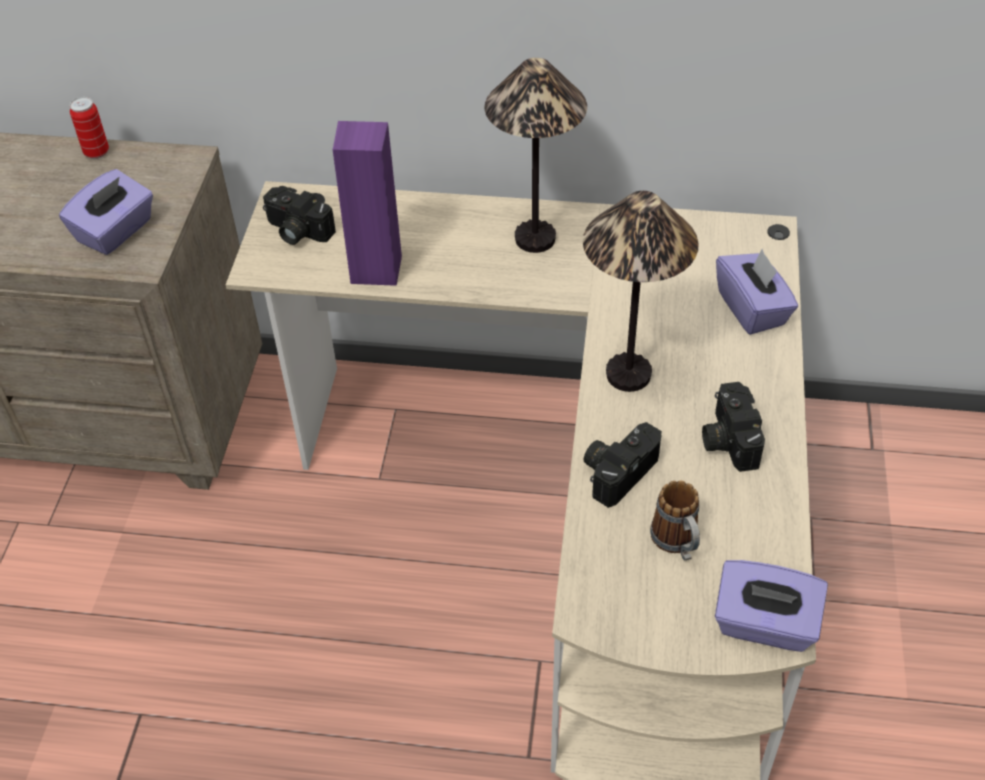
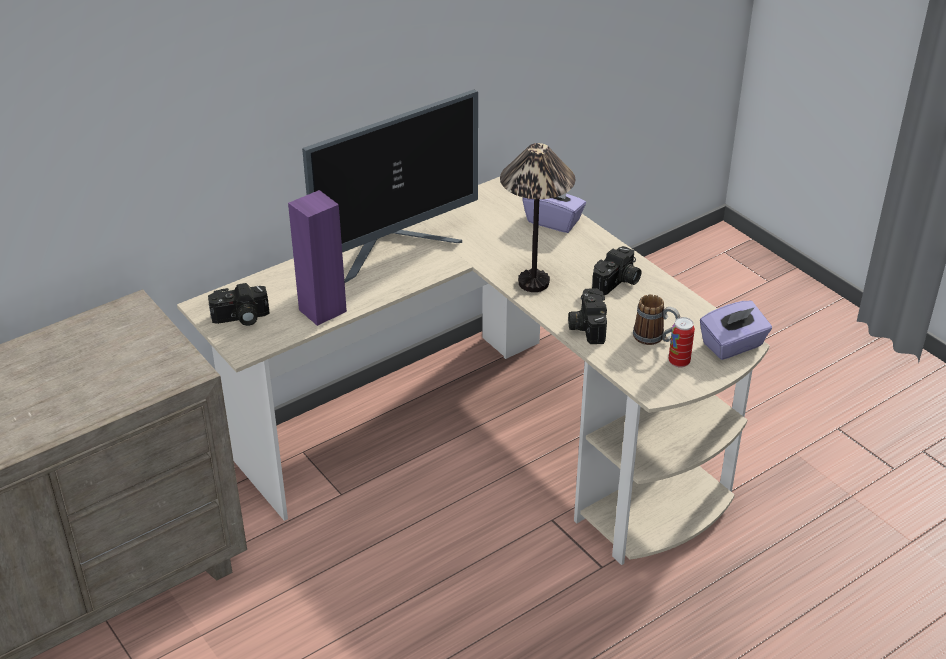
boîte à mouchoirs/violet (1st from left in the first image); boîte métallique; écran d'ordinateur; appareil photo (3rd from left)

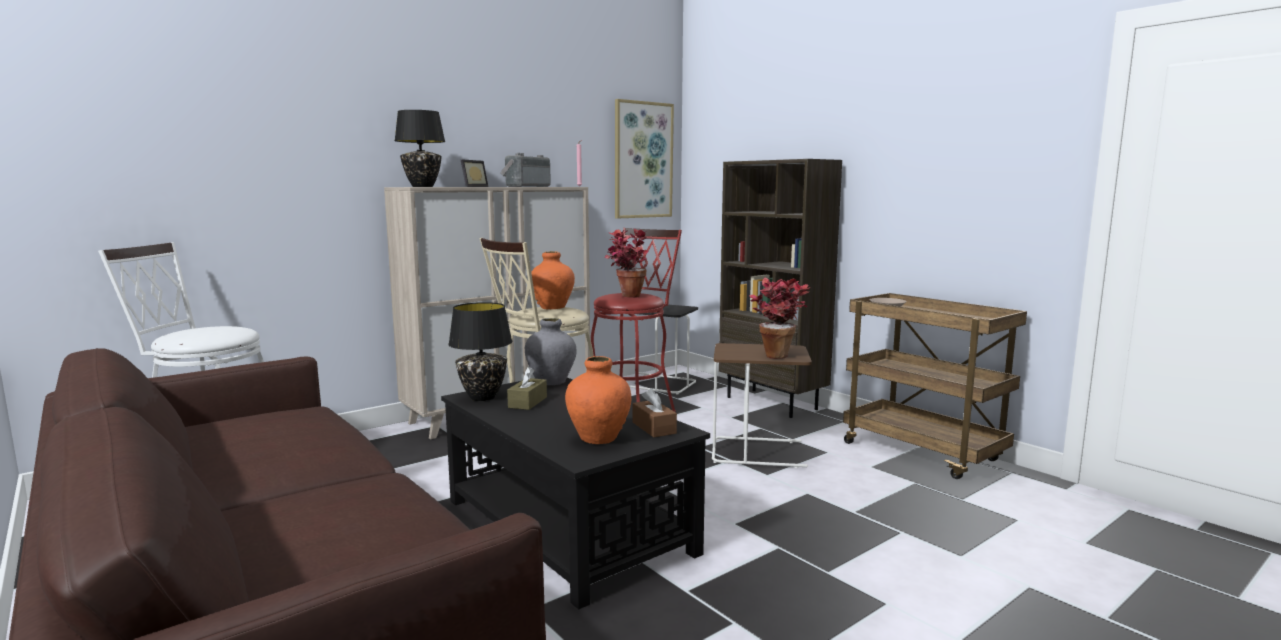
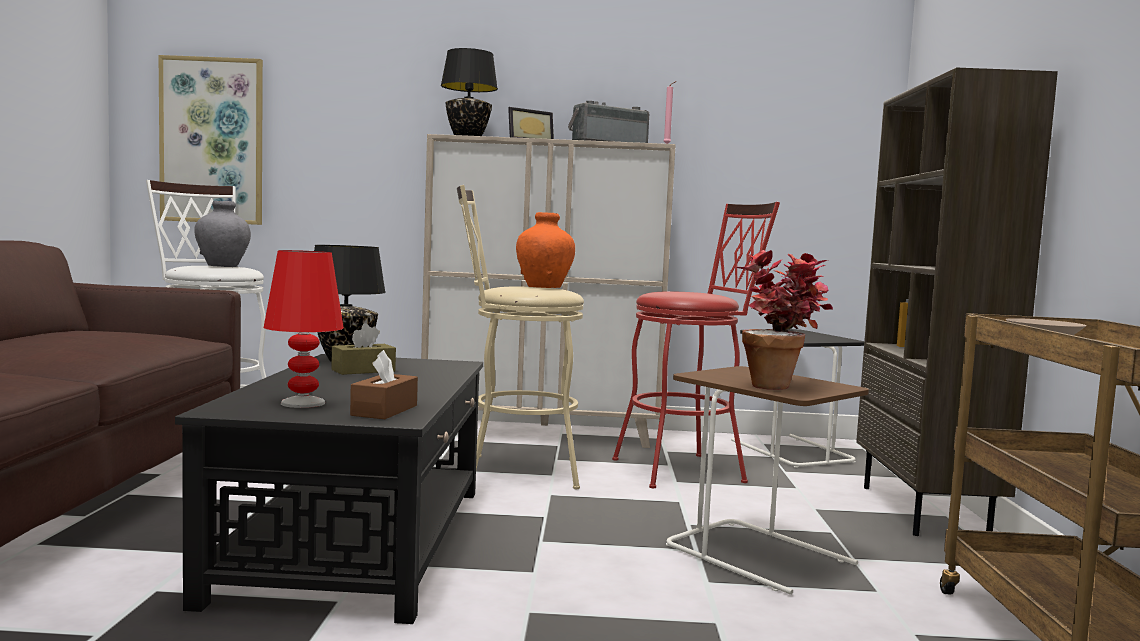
vase/gris; lampe de table/rouge; plante en pot (1st from left in the first image); tableau

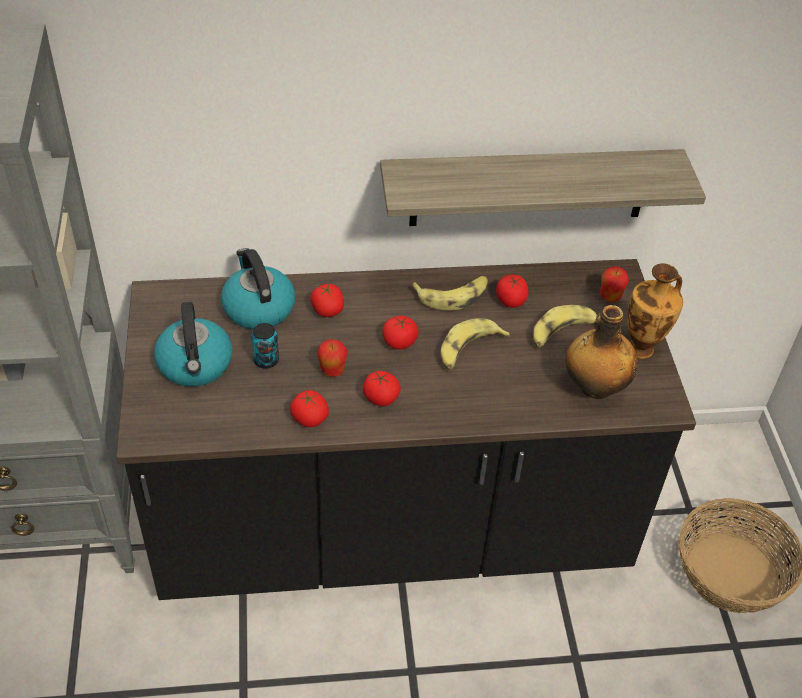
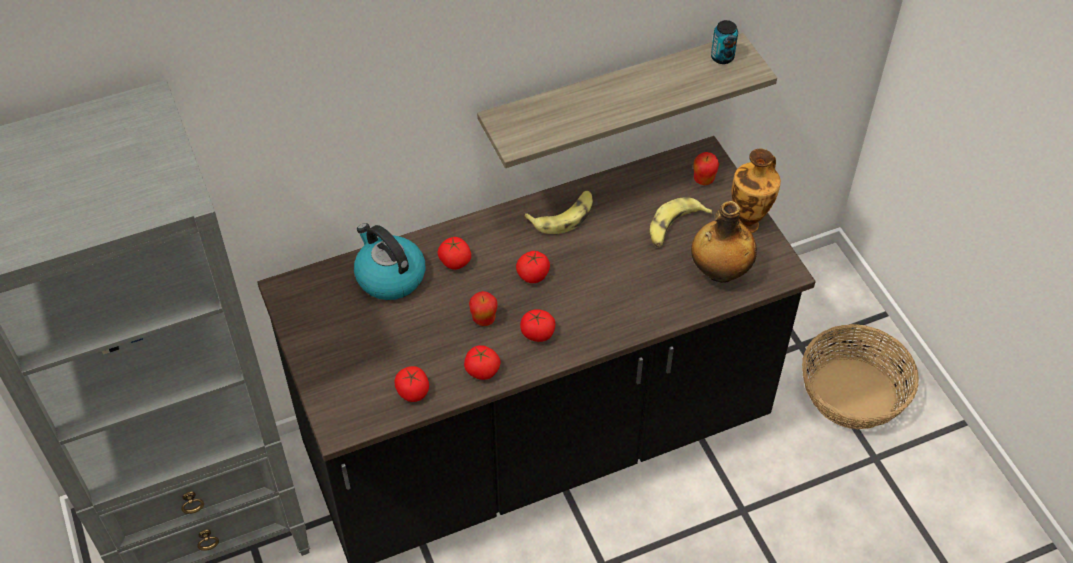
bouilloire (1st from left in the first image); boîte métallique; banane (2nd from left in the first image); tomate (1st from left)

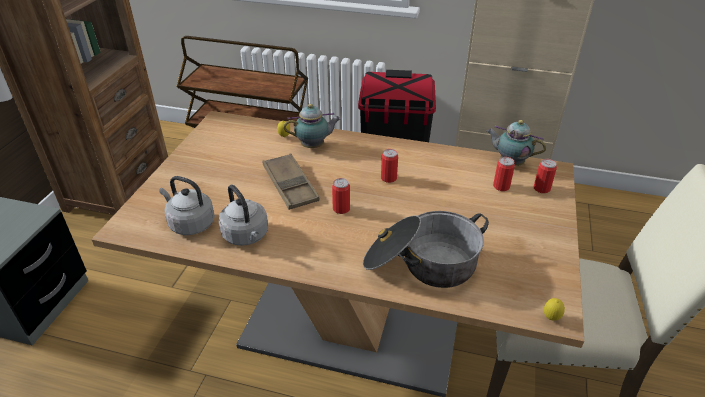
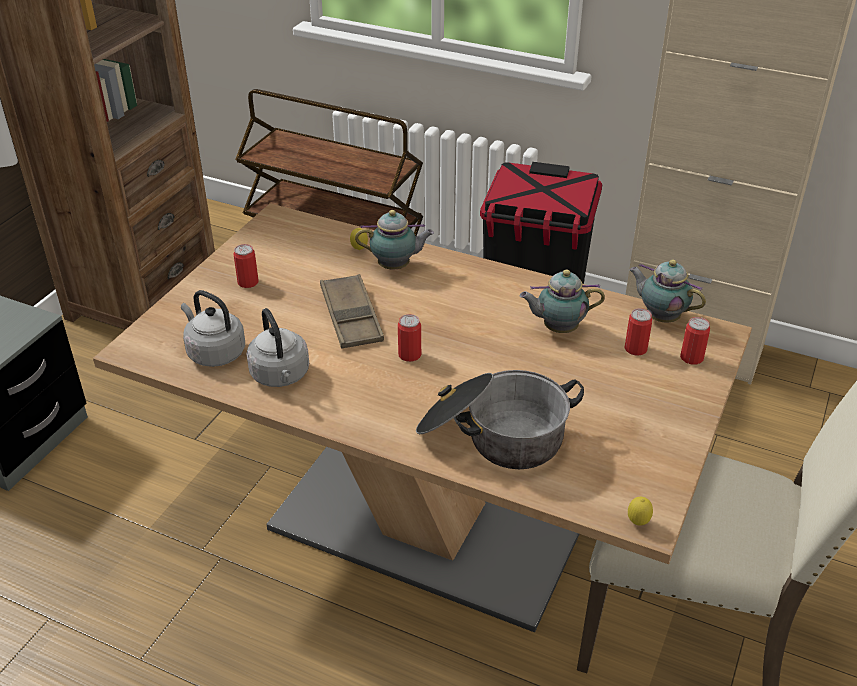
boîte métallique (1st from left); théière (2nd from left)

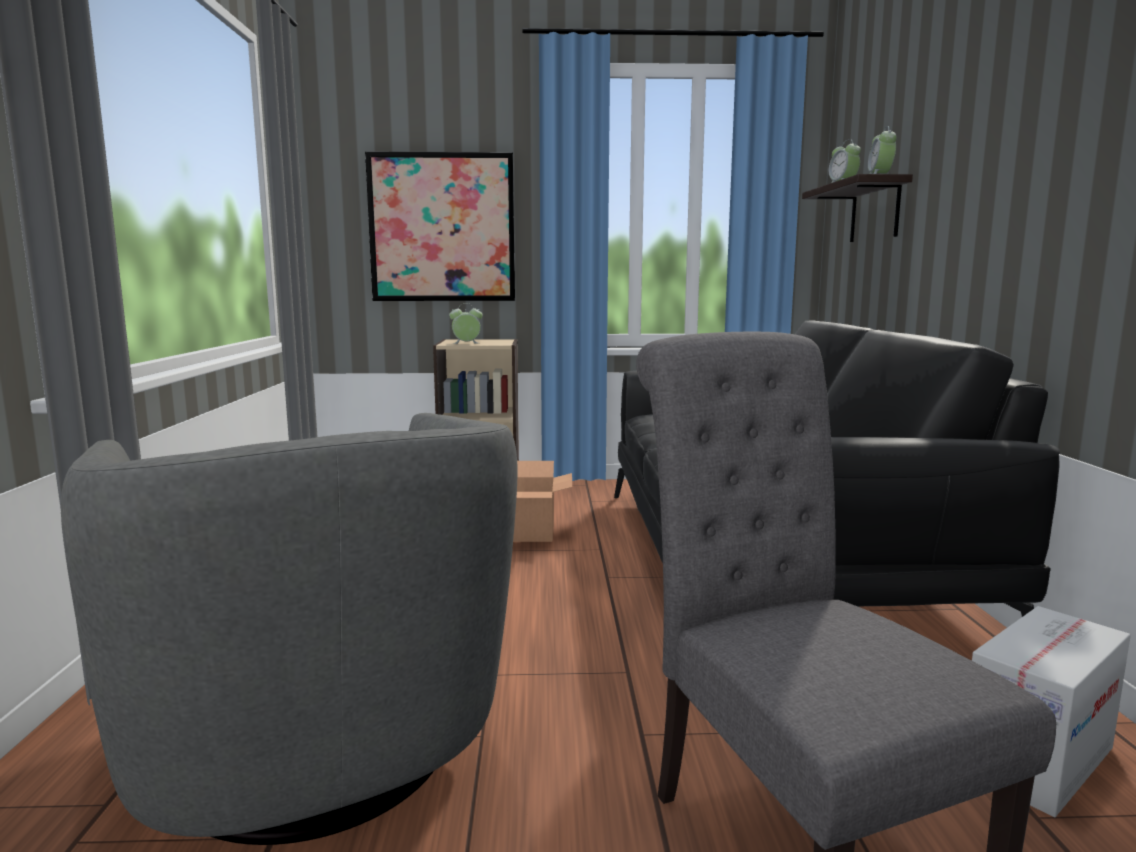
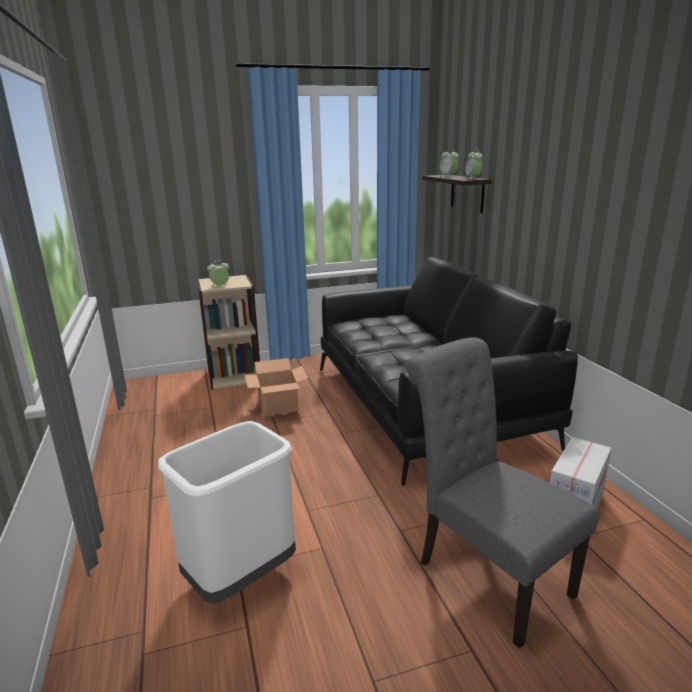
poubelle/blanc; tableau

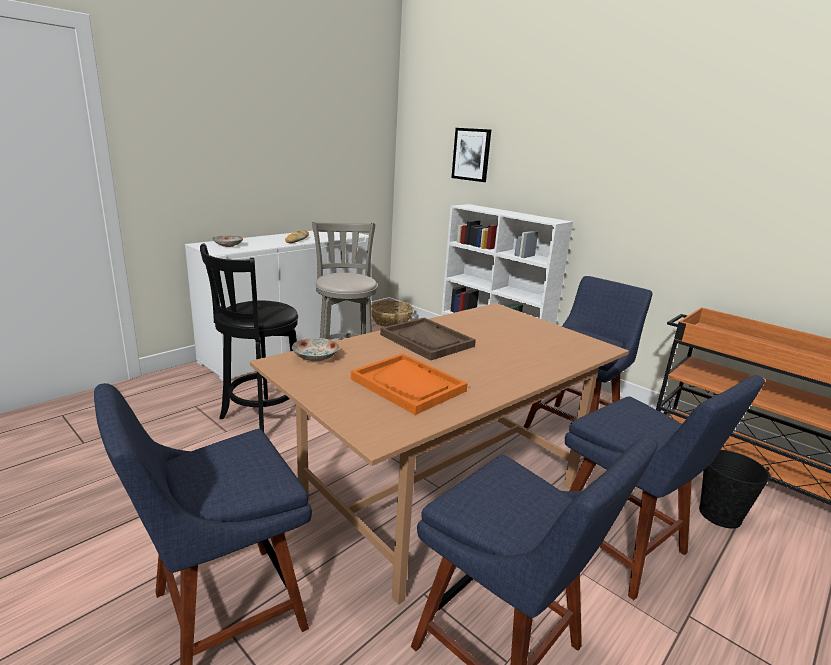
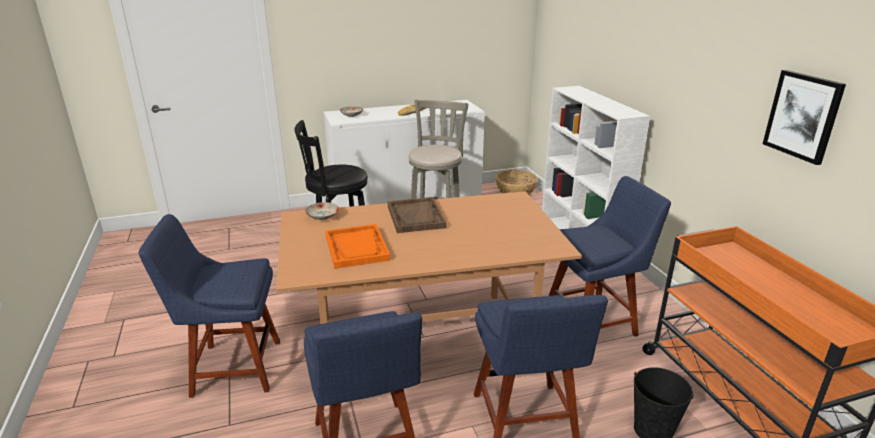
tableau

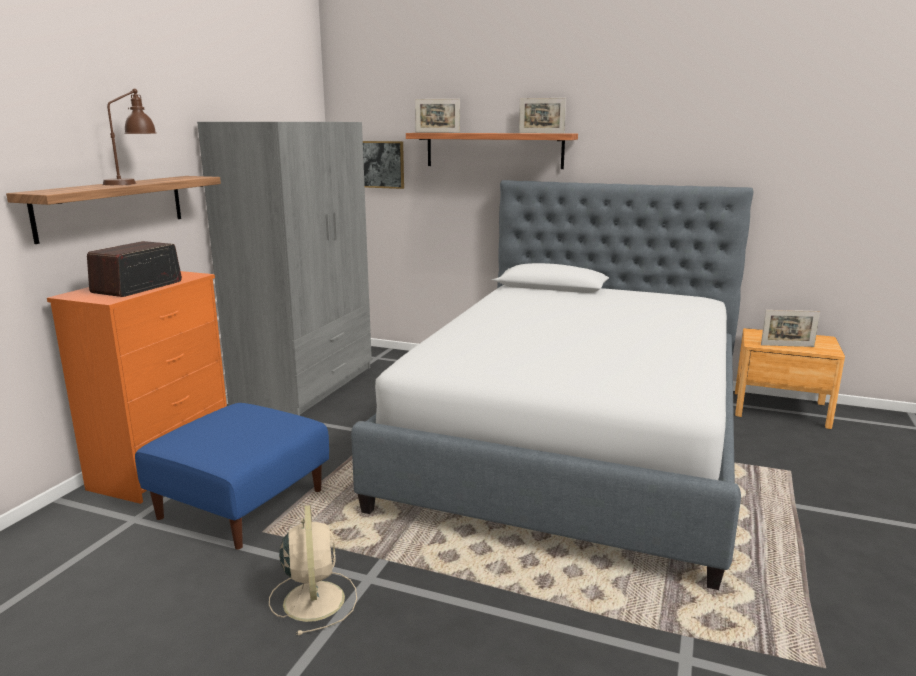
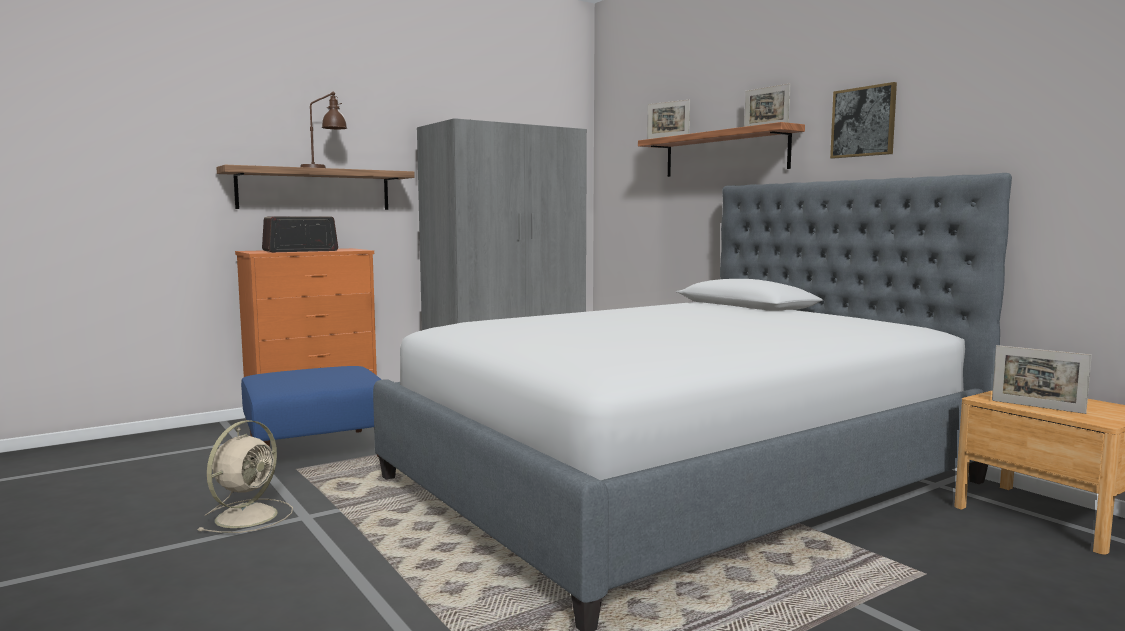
tableau

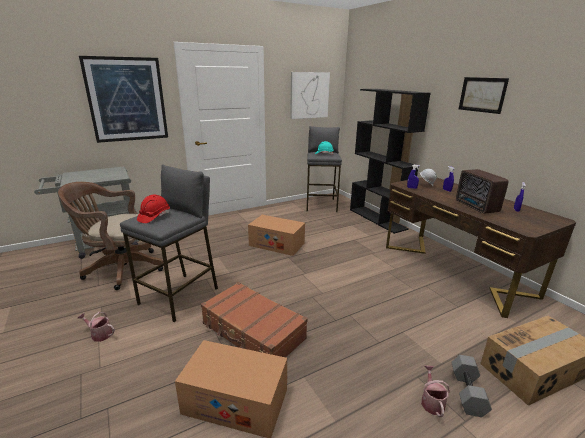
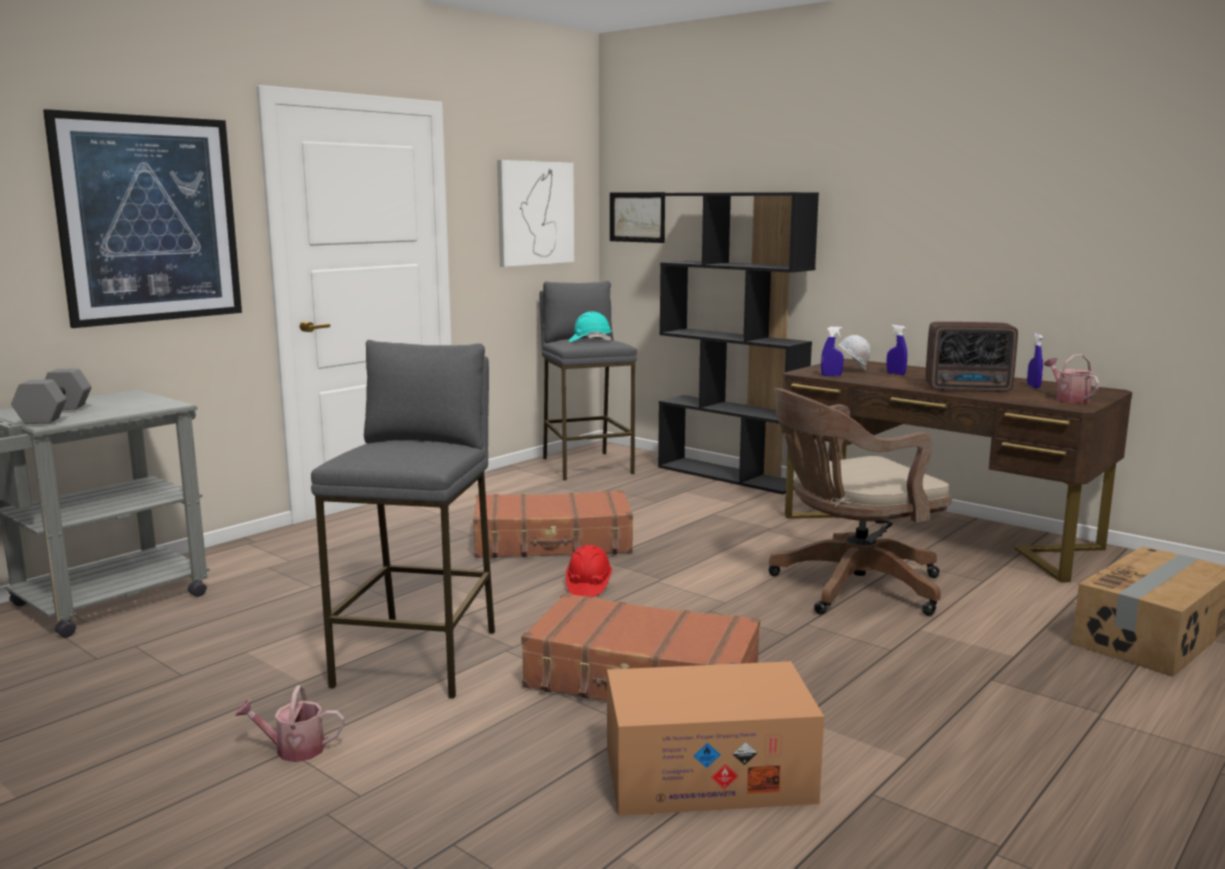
chaise de bureau/marron; casque de chantier/rouge; valise/marron (1st from left); arrosoir (2nd from left); haltère/gris; radio; tableau (3rd from left)

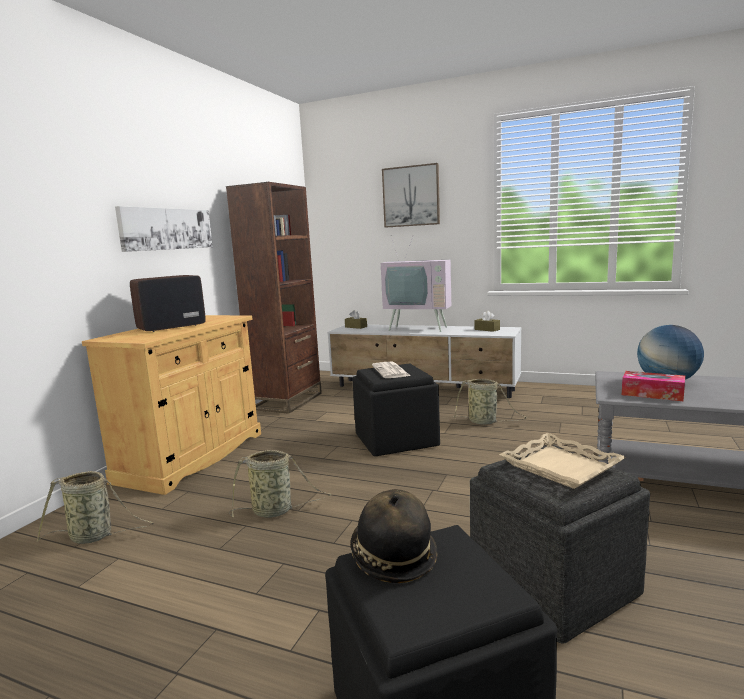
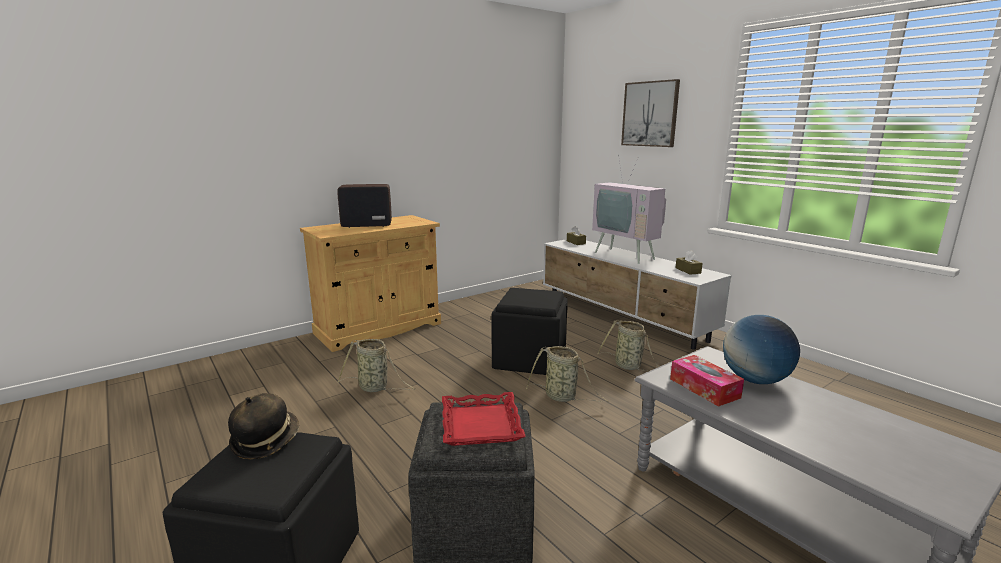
panier (2nd from left); tableau (1st from left in the first image); bibliothèque/marron; journal; plateau/rouge

